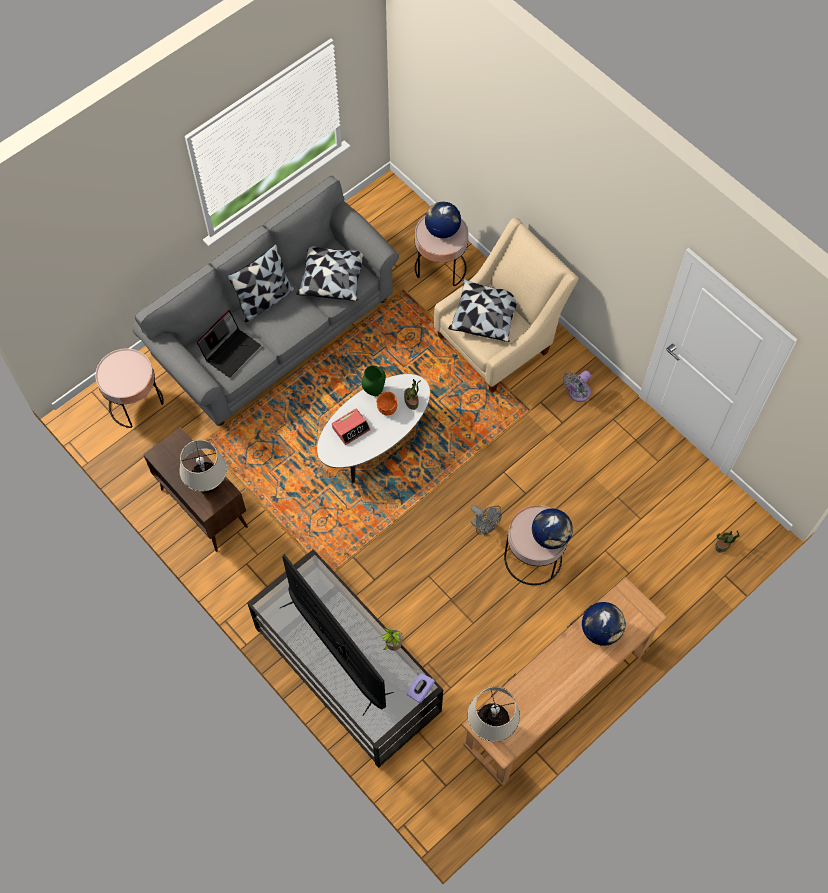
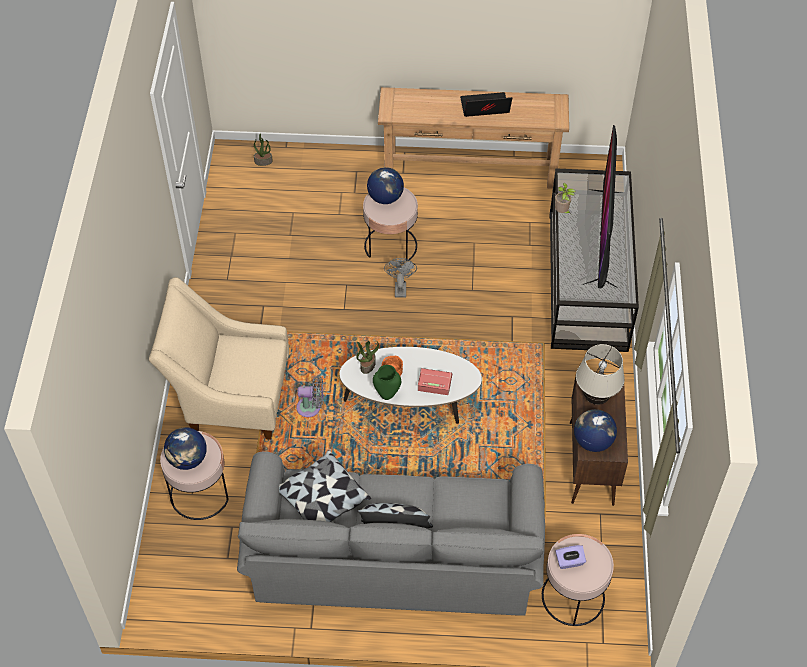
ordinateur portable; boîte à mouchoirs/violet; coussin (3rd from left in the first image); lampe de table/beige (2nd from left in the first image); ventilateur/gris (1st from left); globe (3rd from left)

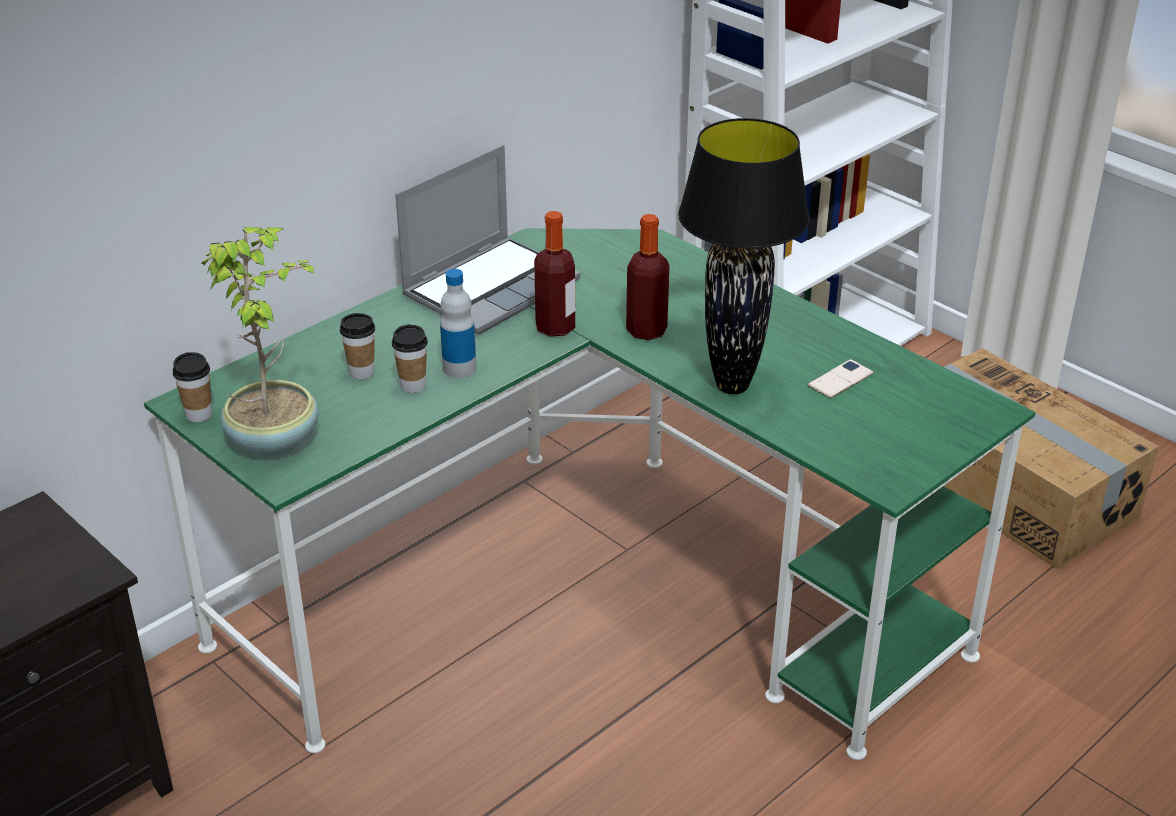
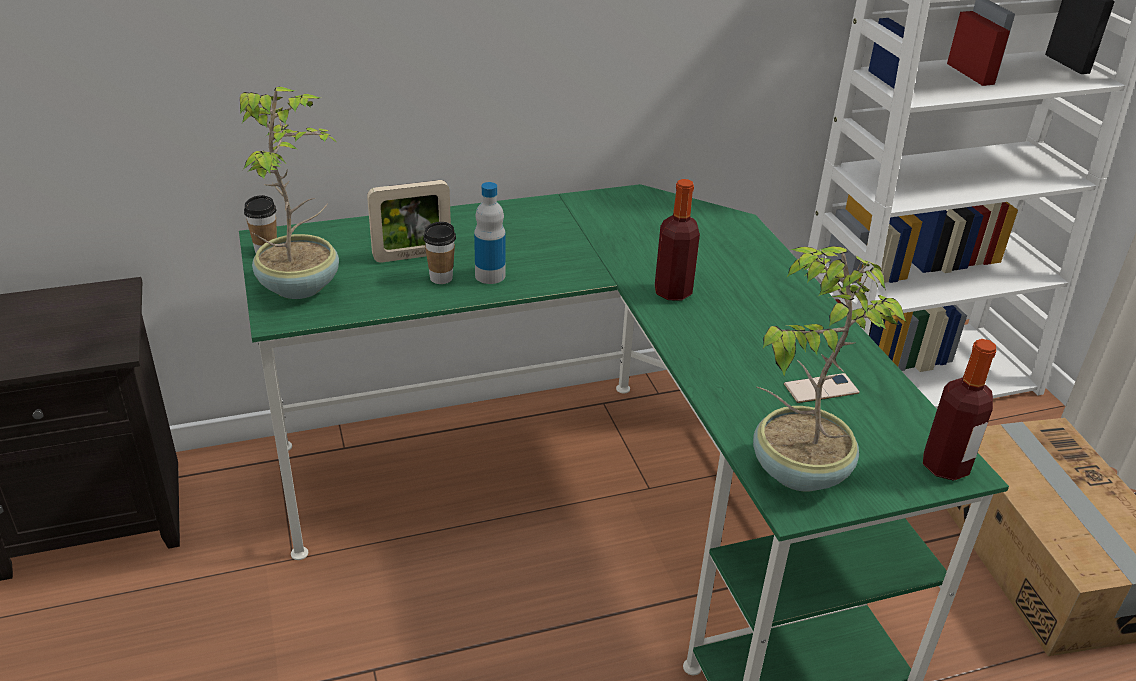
cadre photo; ordinateur portable; bouteille (3rd from left); lampe de table/noir; plante en pot (2nd from left)

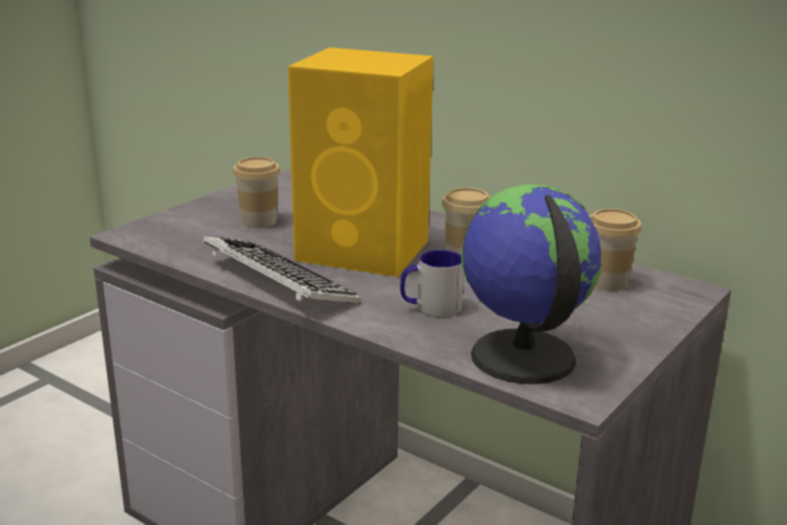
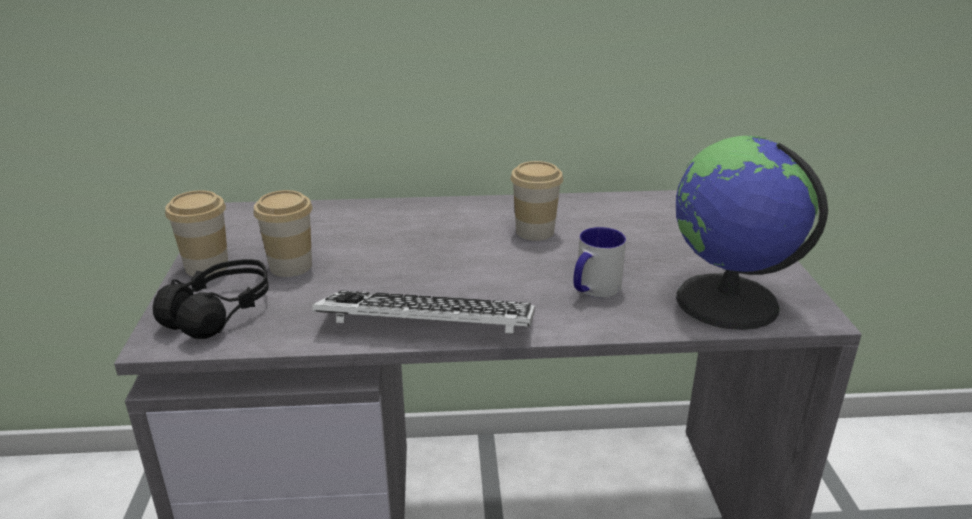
enceinte/jaune; tasse (1st from left); casque audio/noir

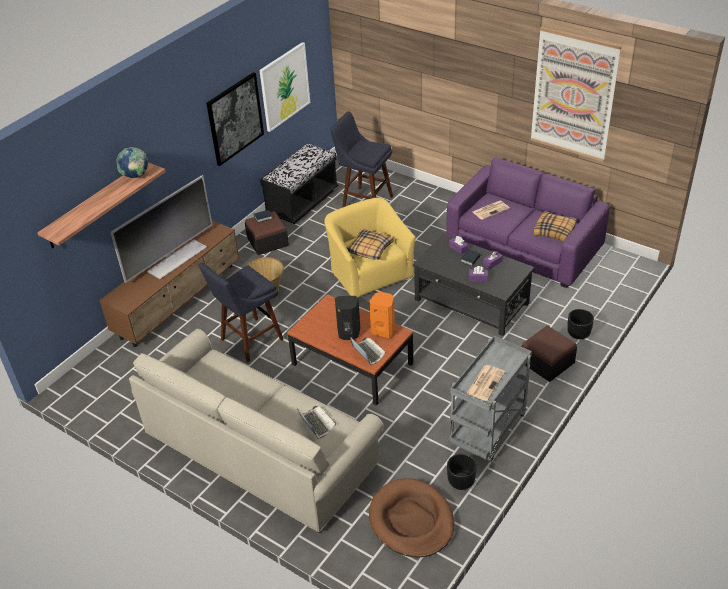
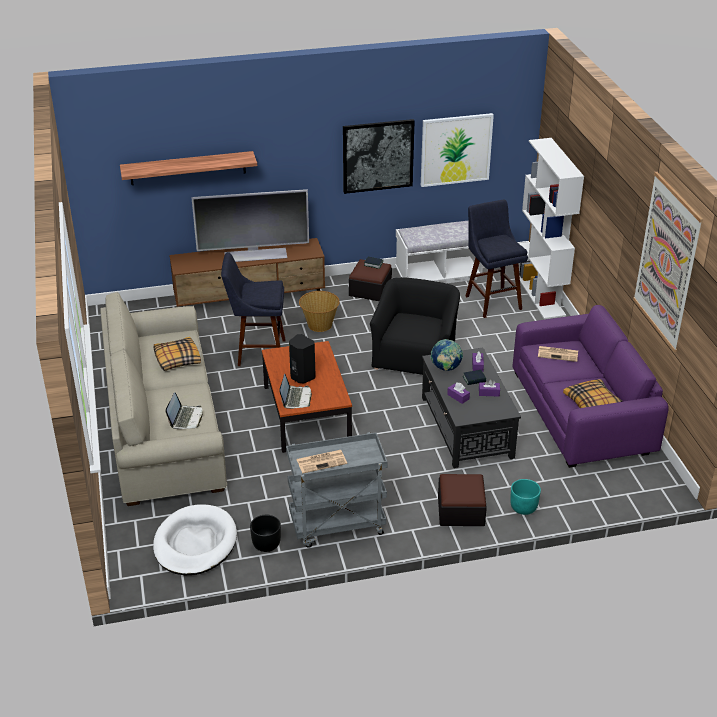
globe; banc/blanc; fauteuil/noir; coussin (1st from left); enceinte/orange; panier pour chien/blanc; cache-pot/turquoise; bibliothèque/blanc

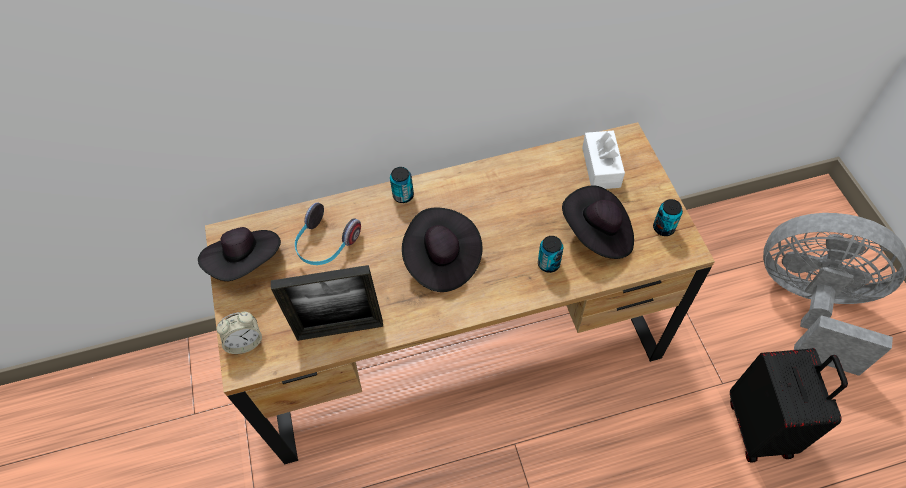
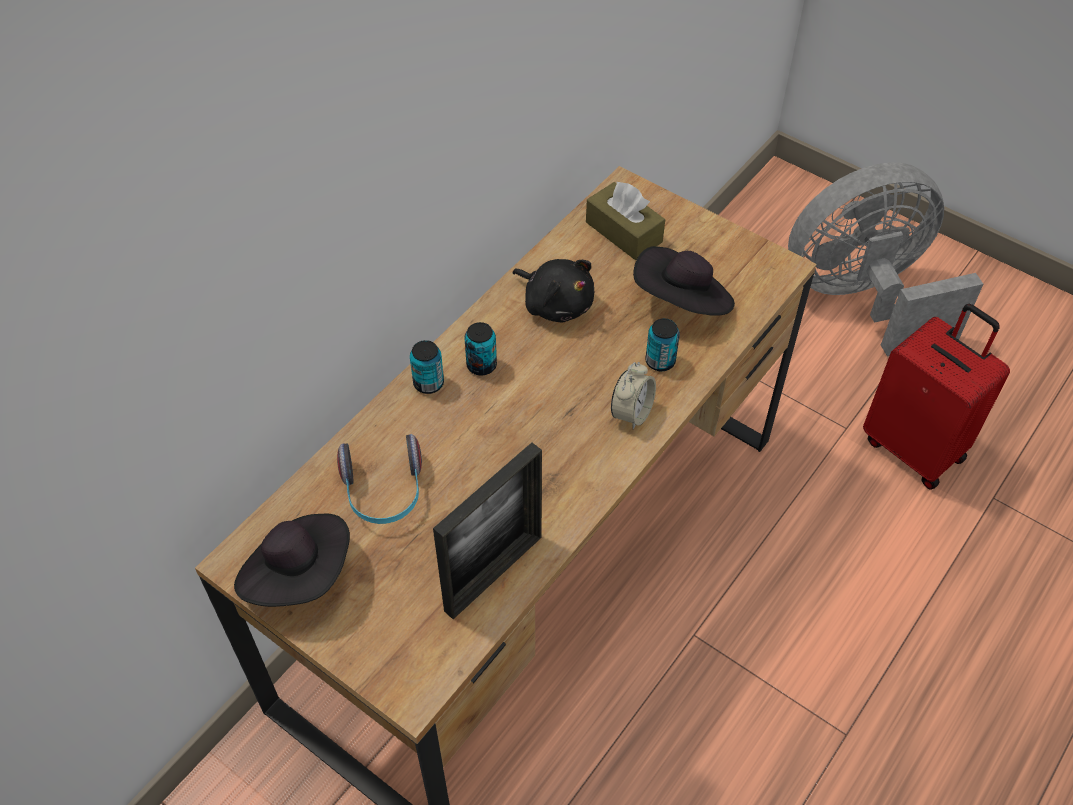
réveil; chapeau/noir (2nd from left in the first image); boîte à mouchoirs/marron; boîte métallique (2nd from left); valise/rouge; peluche/noir

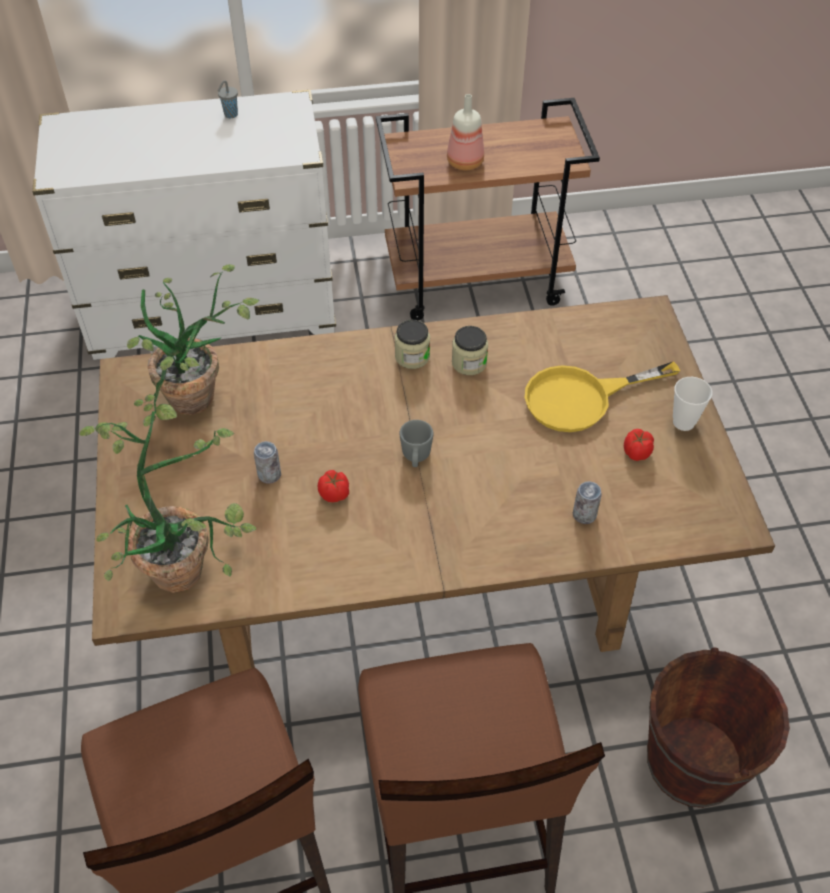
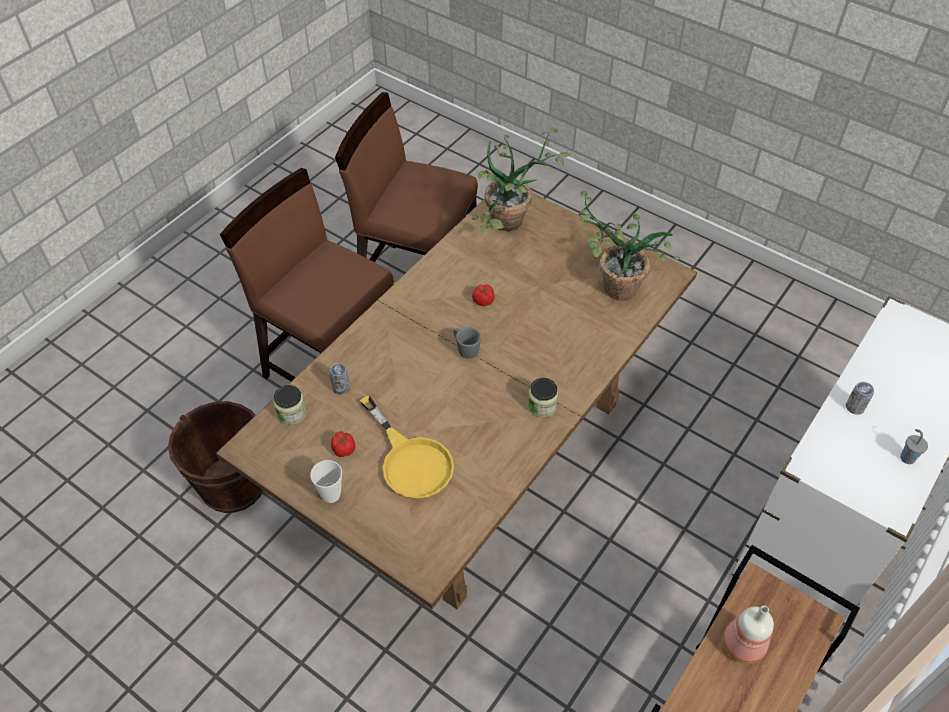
boîte métallique (2nd from left); bocal (1st from left); poêle/jaune

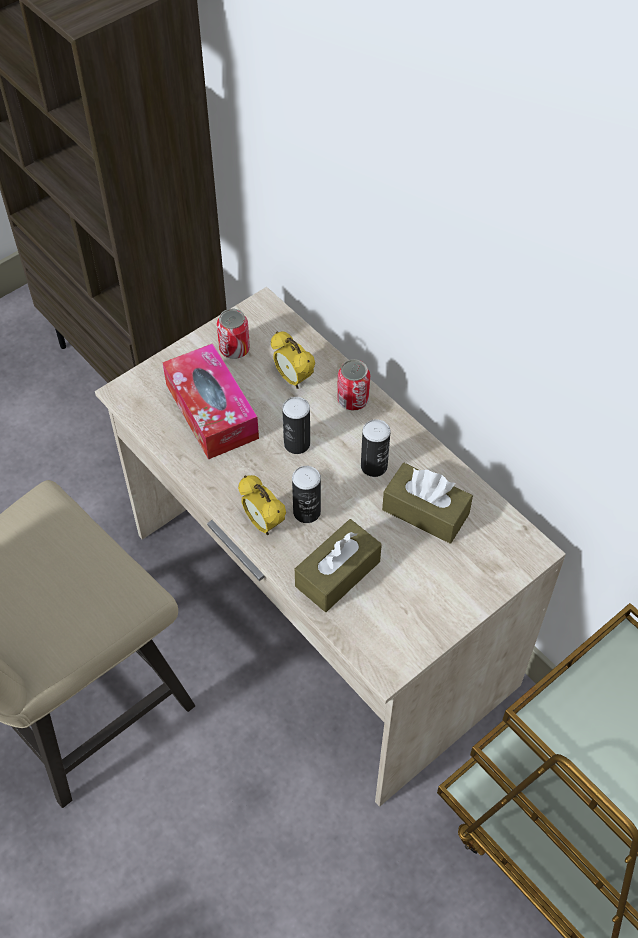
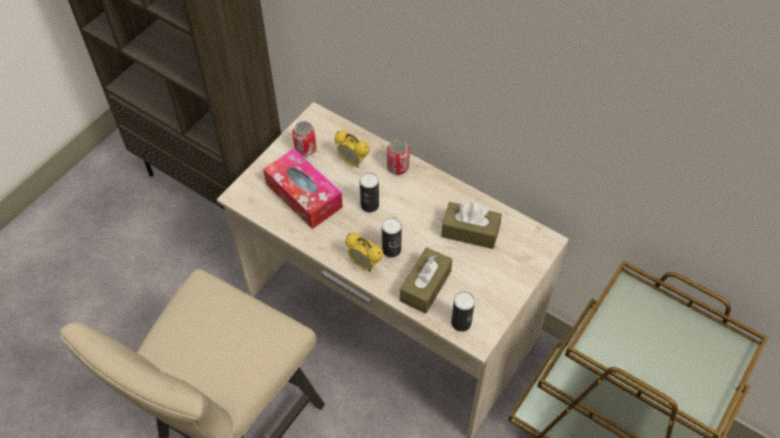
boîte métallique (5th from left)

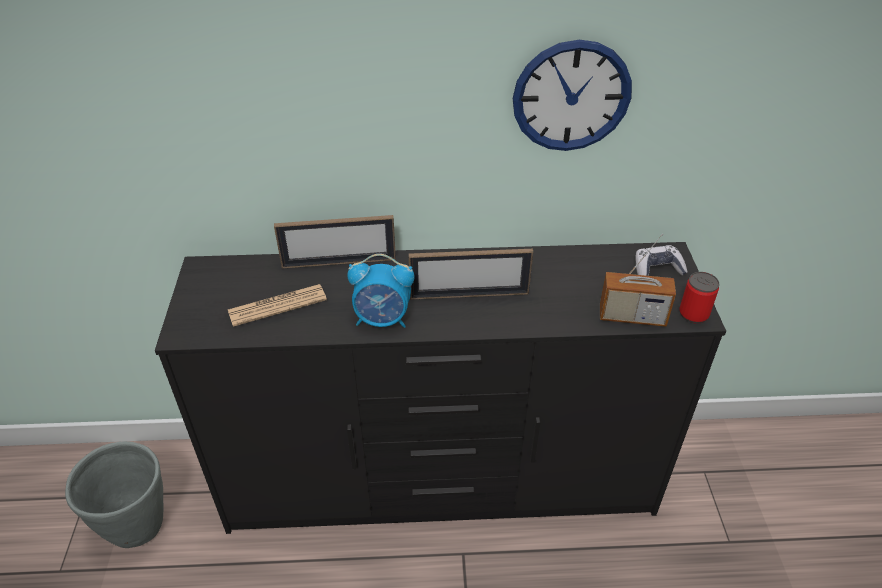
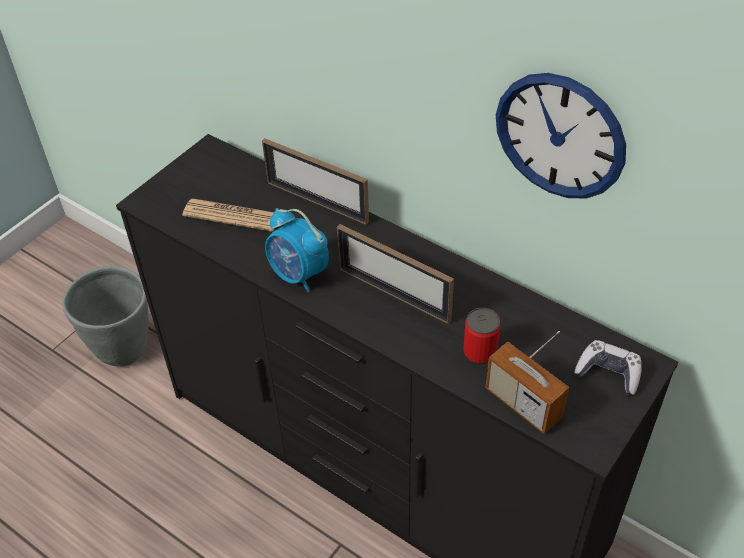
boîte métallique

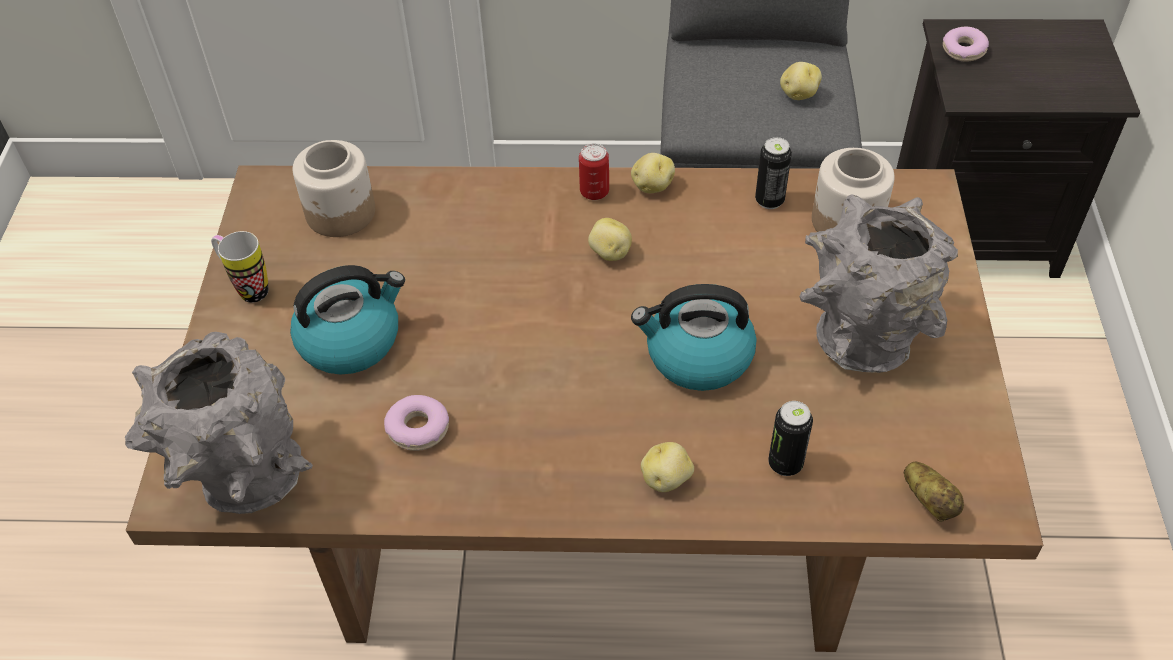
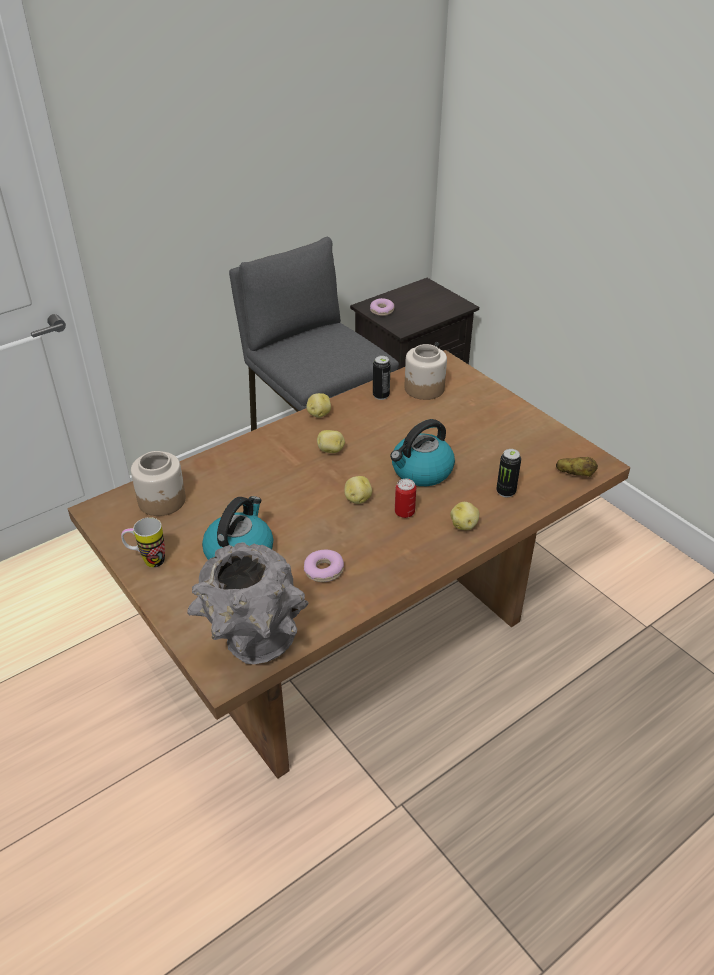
boîte métallique (2nd from left); pomme de terre (3rd from left); vase/gris (2nd from left in the first image)

